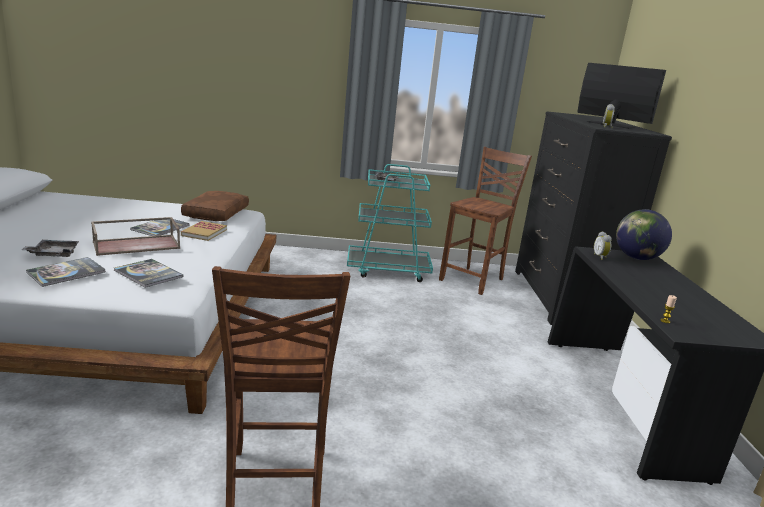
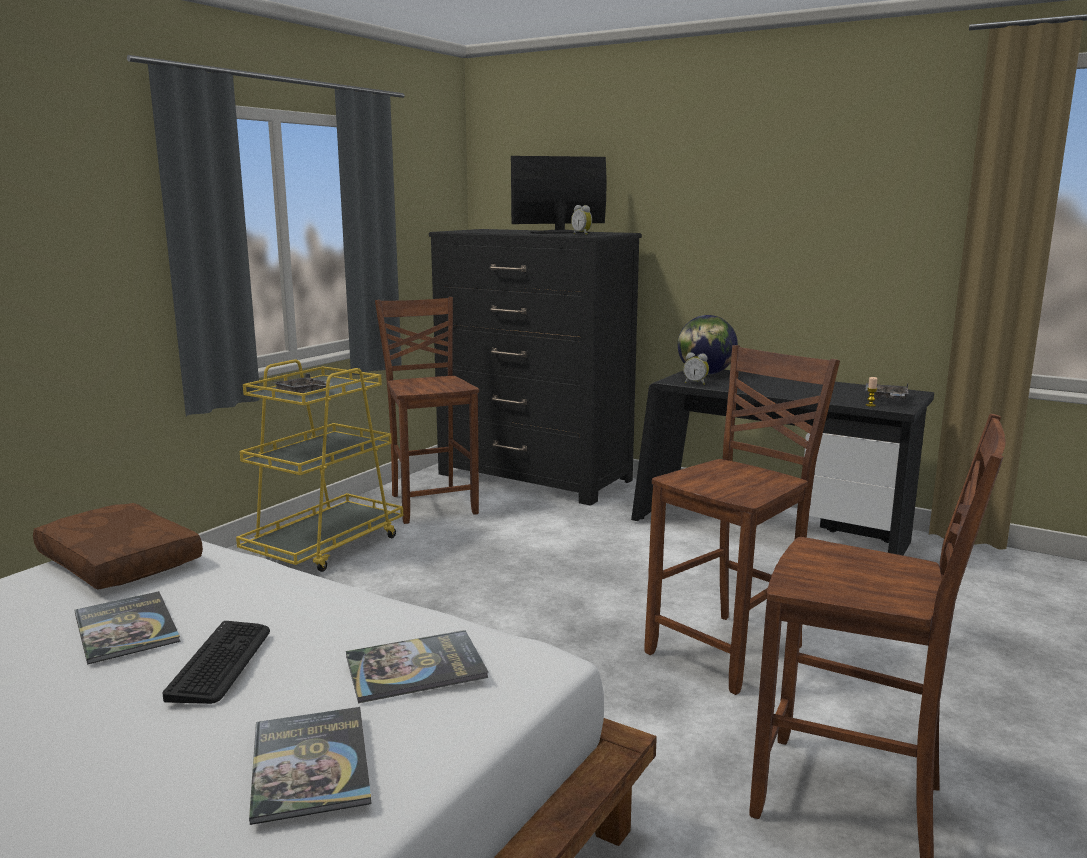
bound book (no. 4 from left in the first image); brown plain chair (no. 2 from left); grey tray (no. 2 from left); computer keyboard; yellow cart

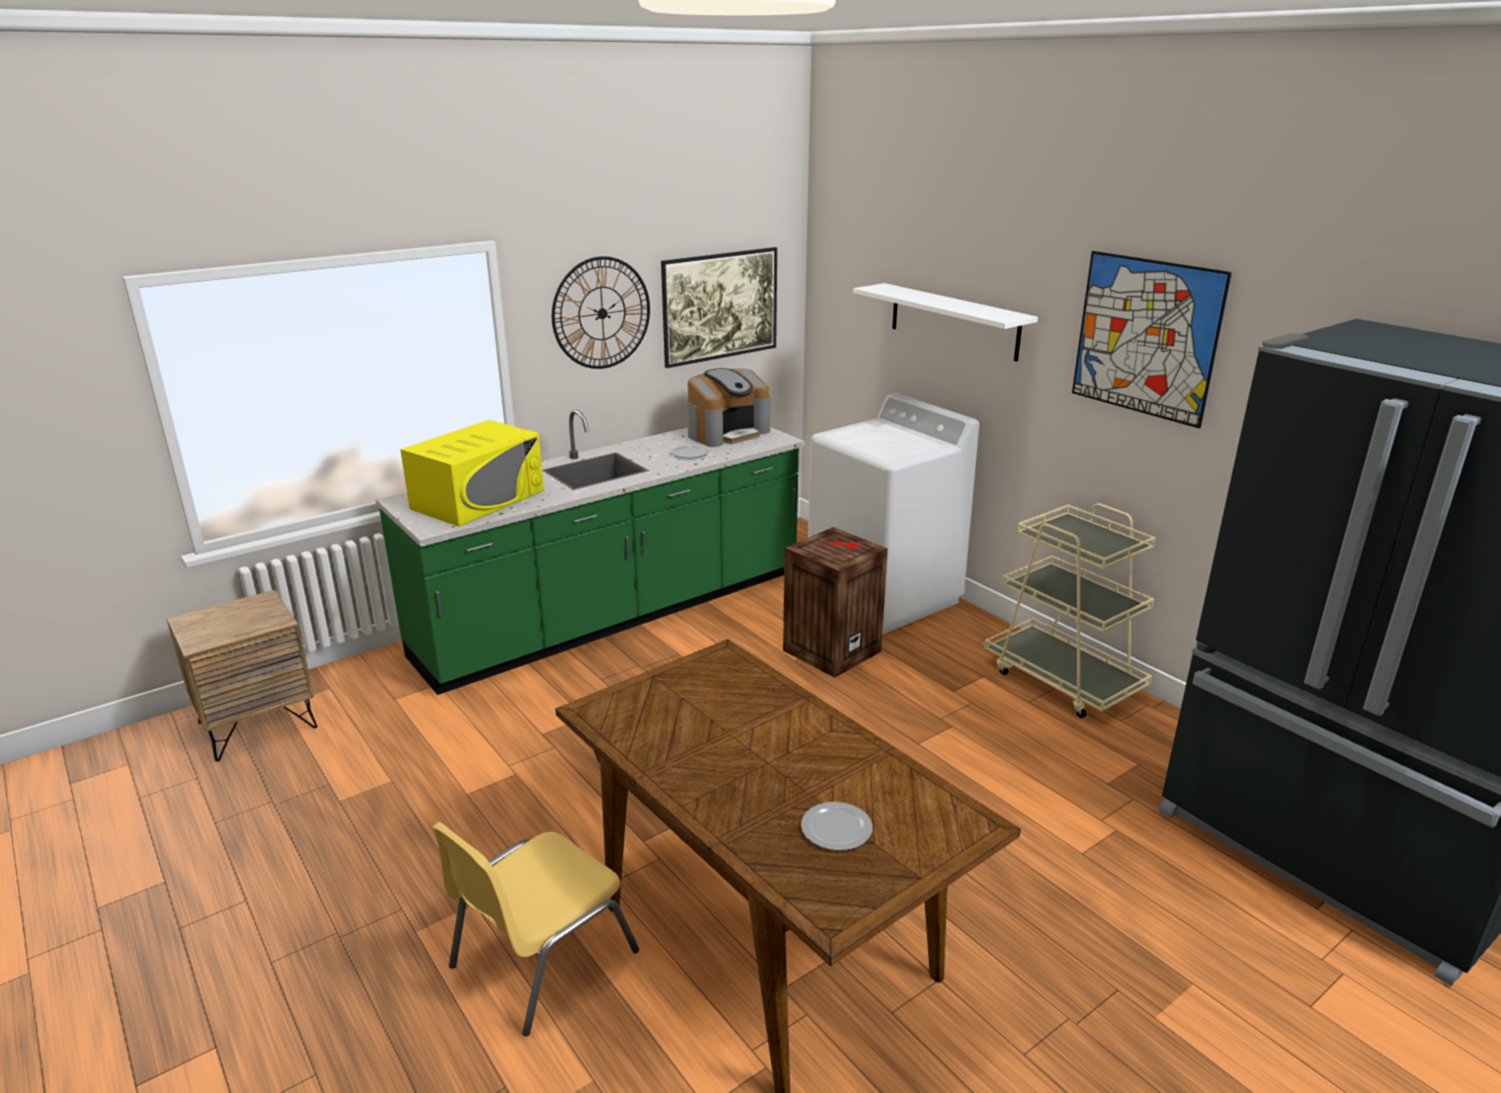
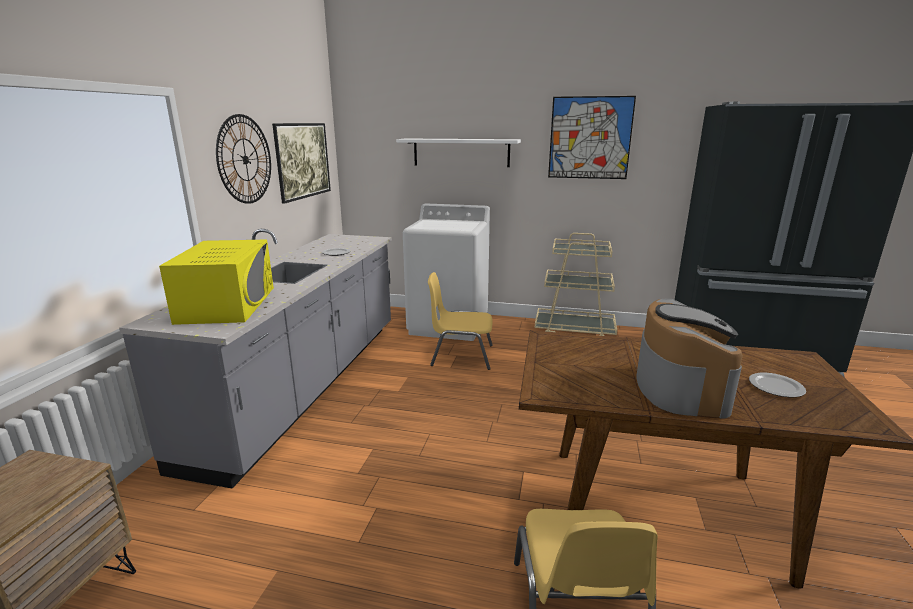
coffee machine; yellow plain chair (no. 1 from left); grey kitchen base unit

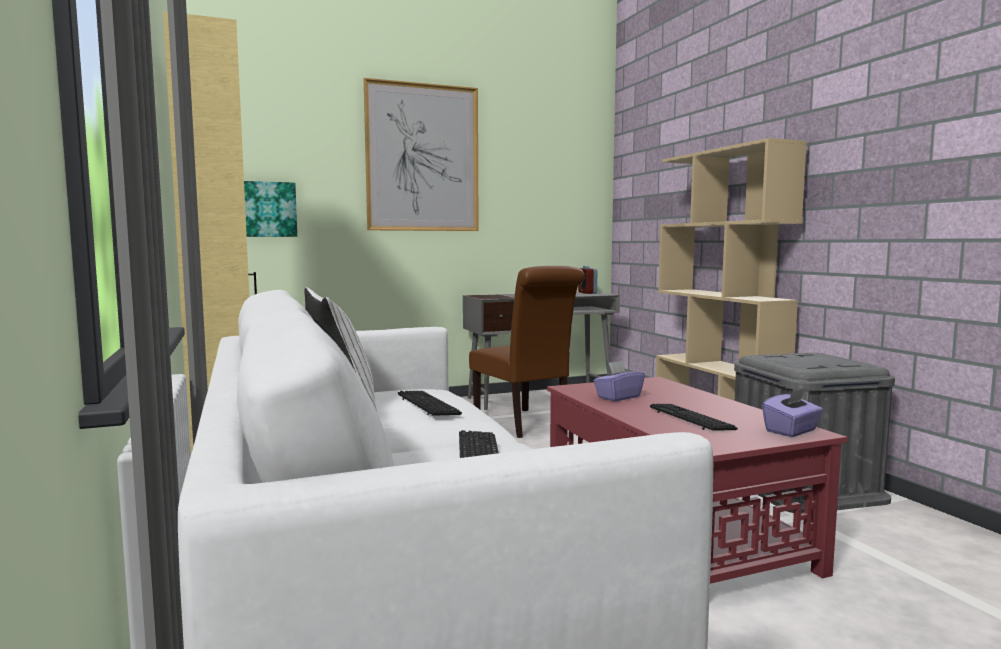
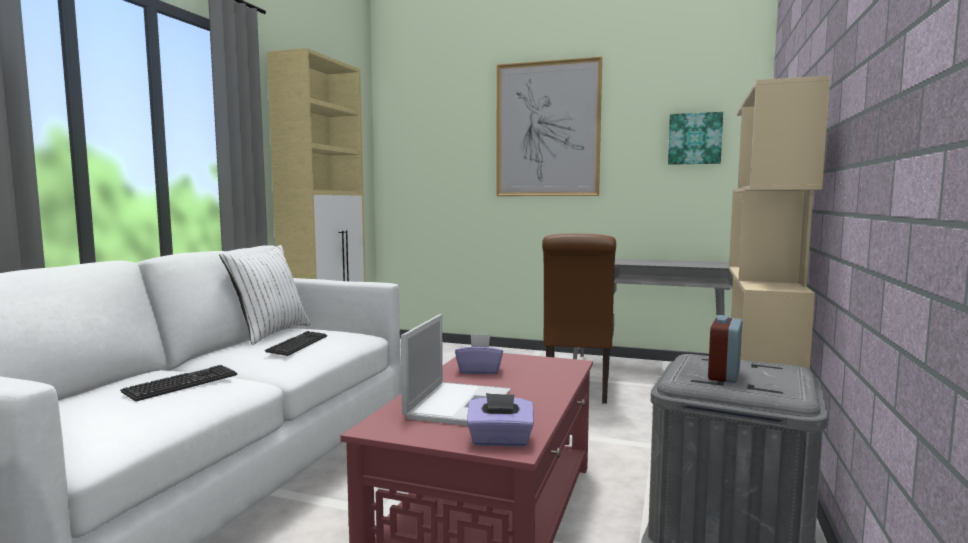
picture (no. 2 from left); bedside clock; portable computer

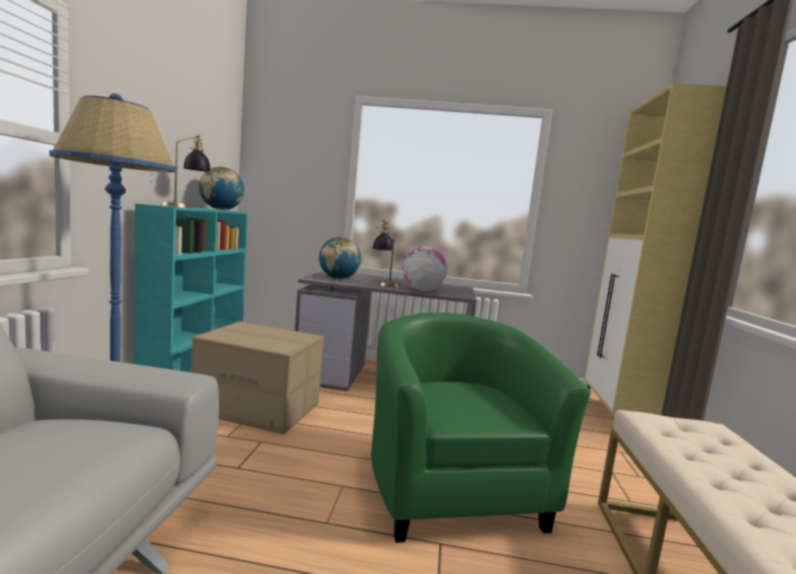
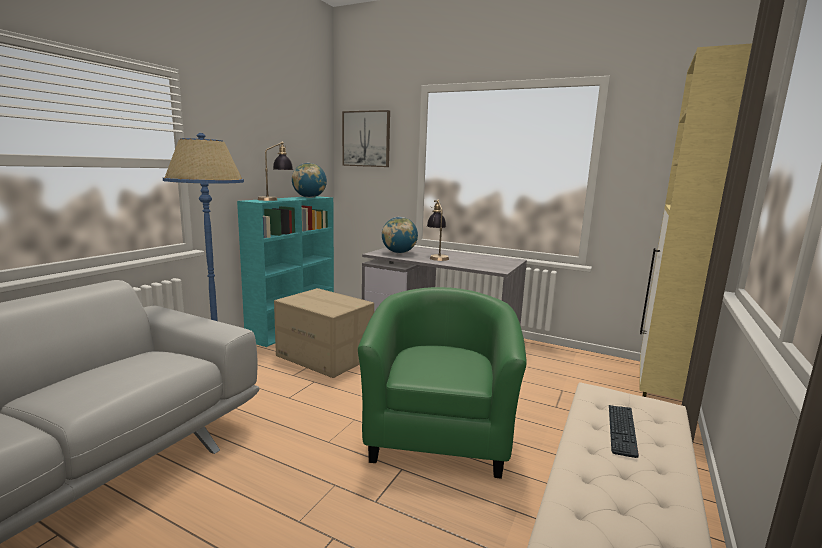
globe (no. 3 from left in the first image); picture; computer keyboard

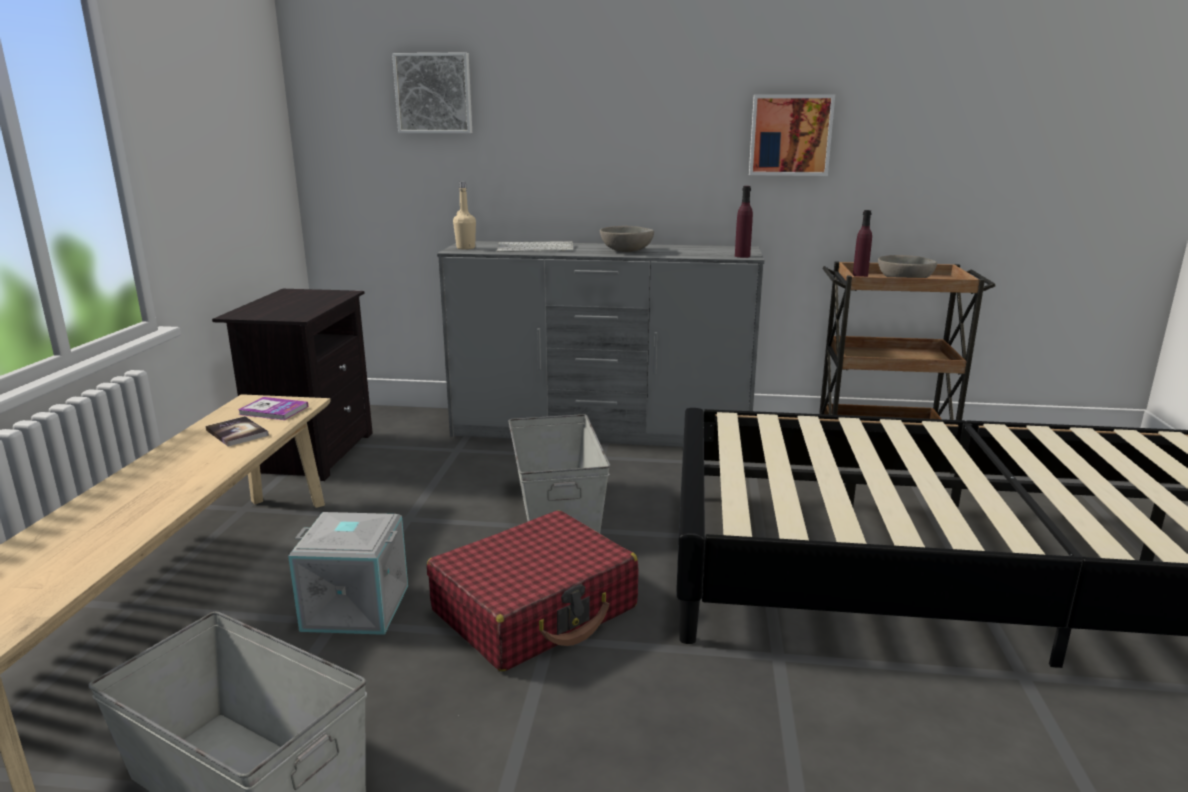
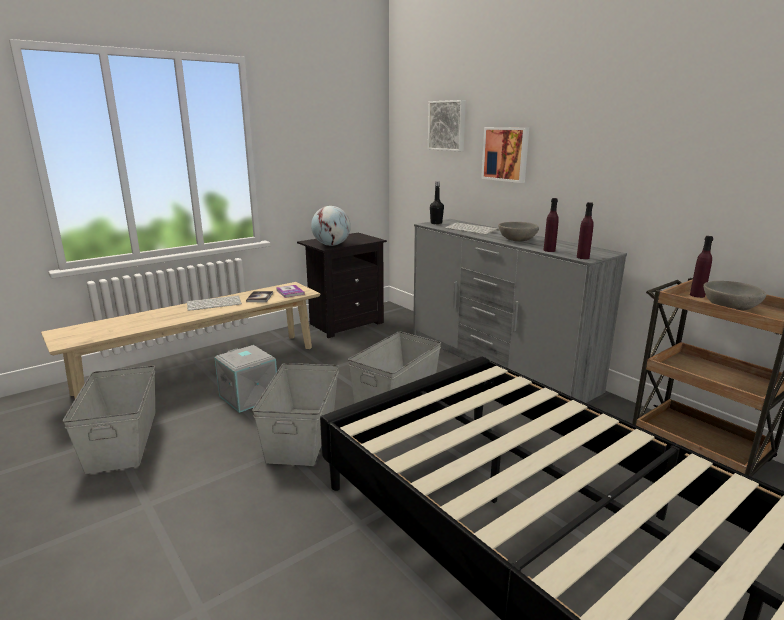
computer keyboard (no. 1 from left); globe; purple-coloured bottle (no. 1 from left); picture (no. 2 from left); grey storage bin (no. 3 from left); black bottle

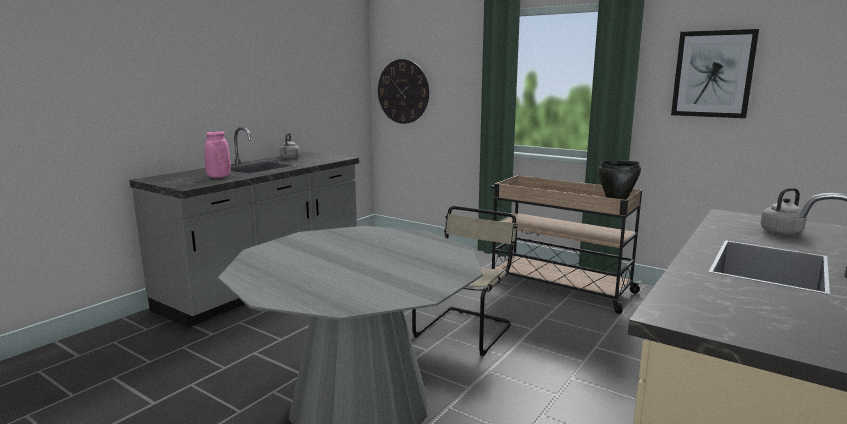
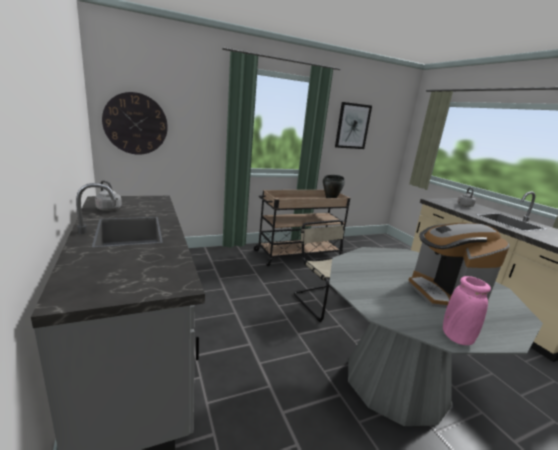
coffee machine; pinkish decorative vase

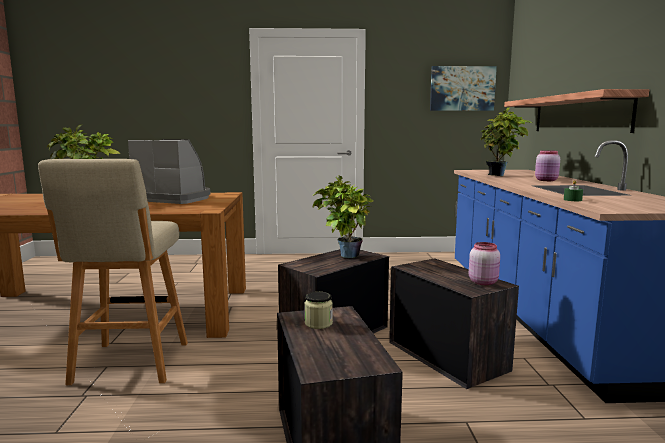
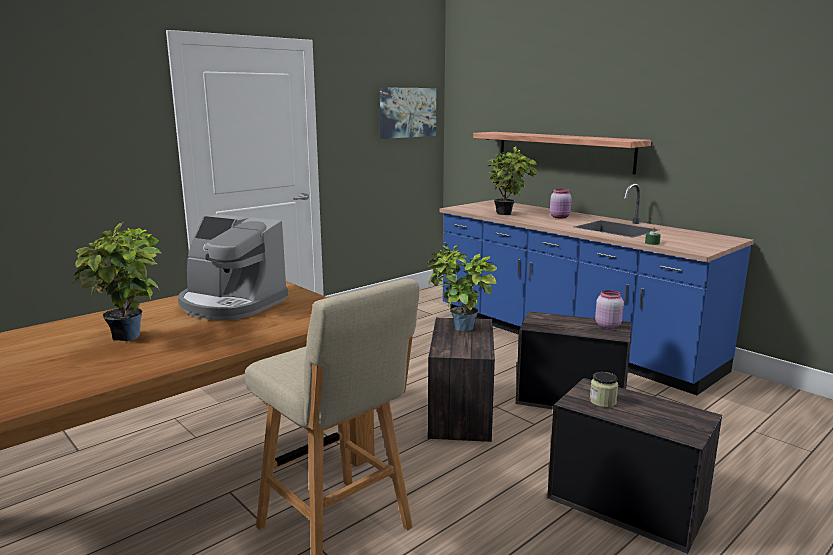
coffee machine

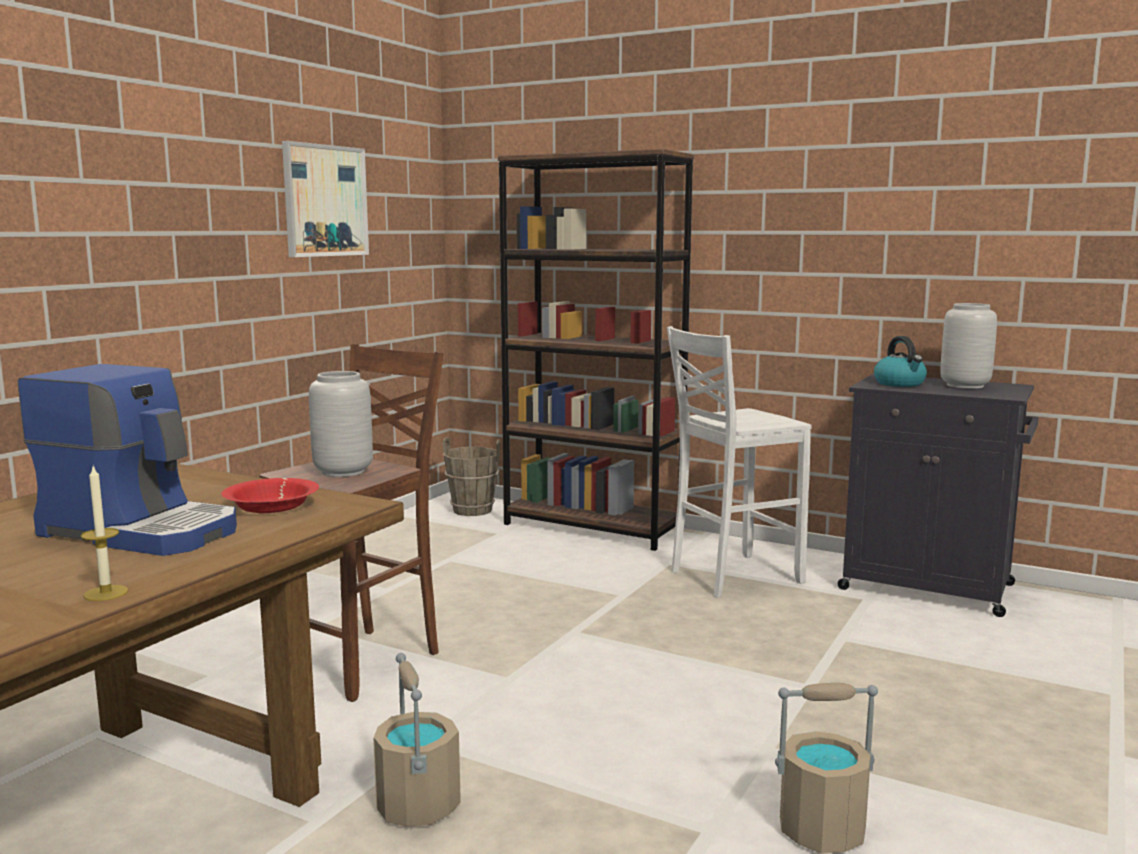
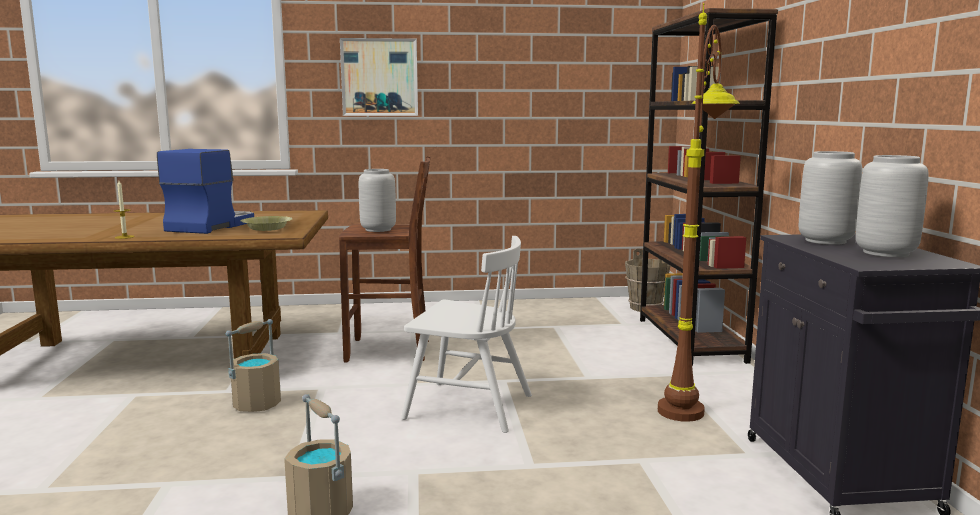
white plain chair; picture; brown floor lamp; grey decorative vase (no. 2 from left); yellow serving bowl; coffee machine

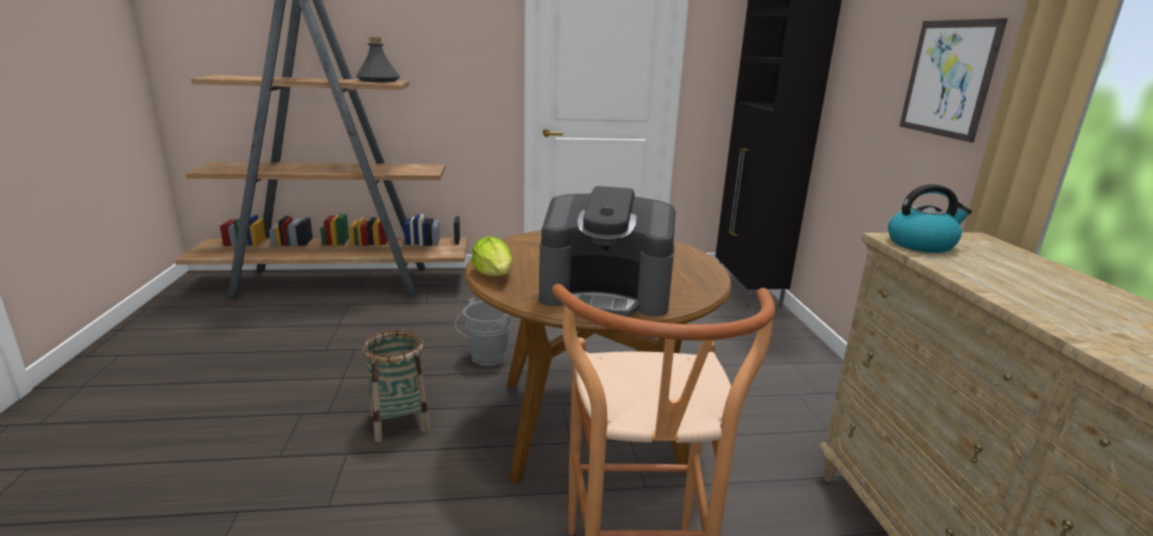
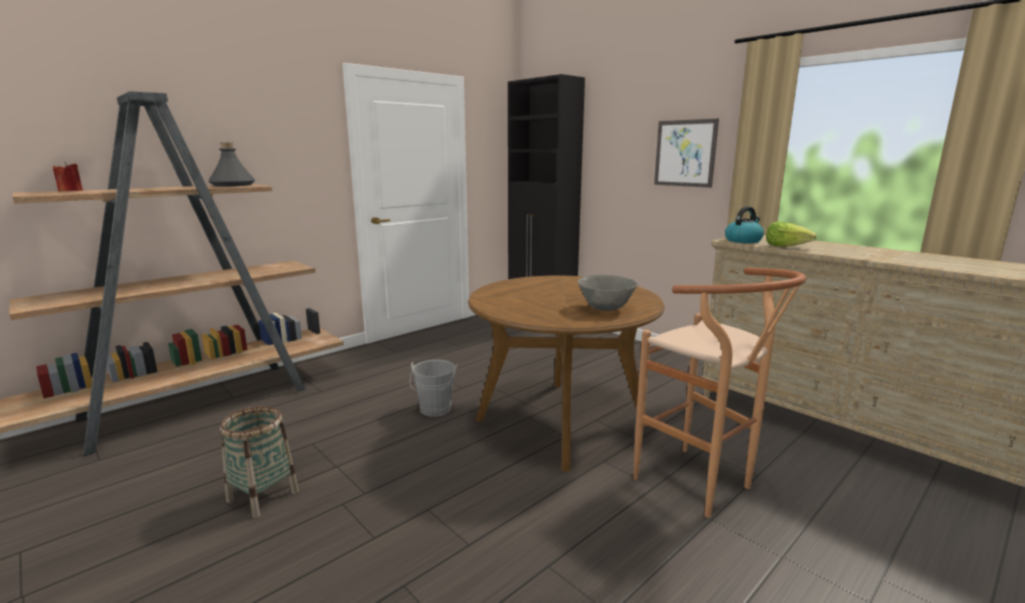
red-coloured candle; basket; lettuce head; grey serving bowl

